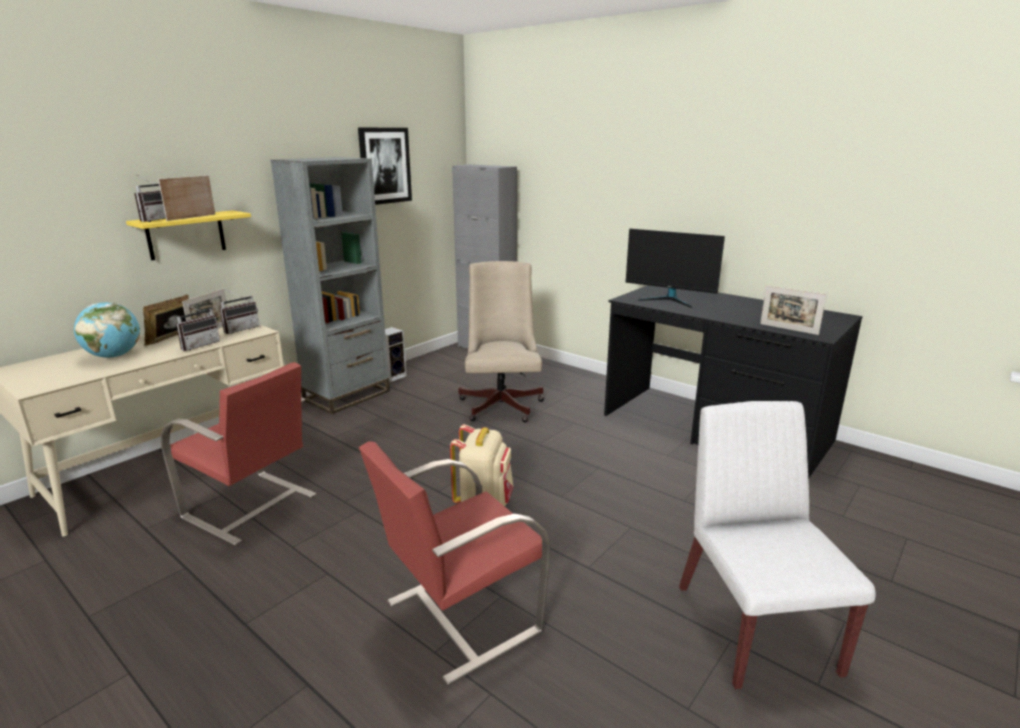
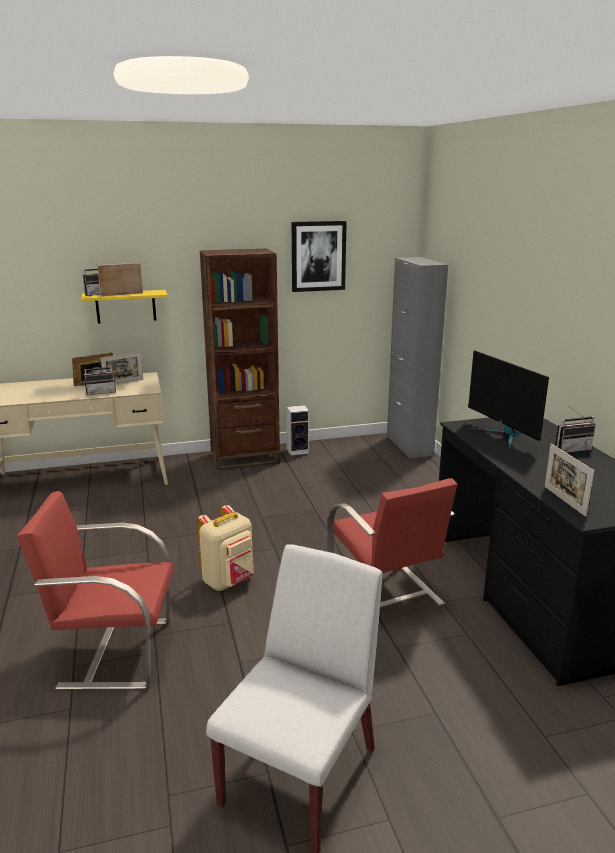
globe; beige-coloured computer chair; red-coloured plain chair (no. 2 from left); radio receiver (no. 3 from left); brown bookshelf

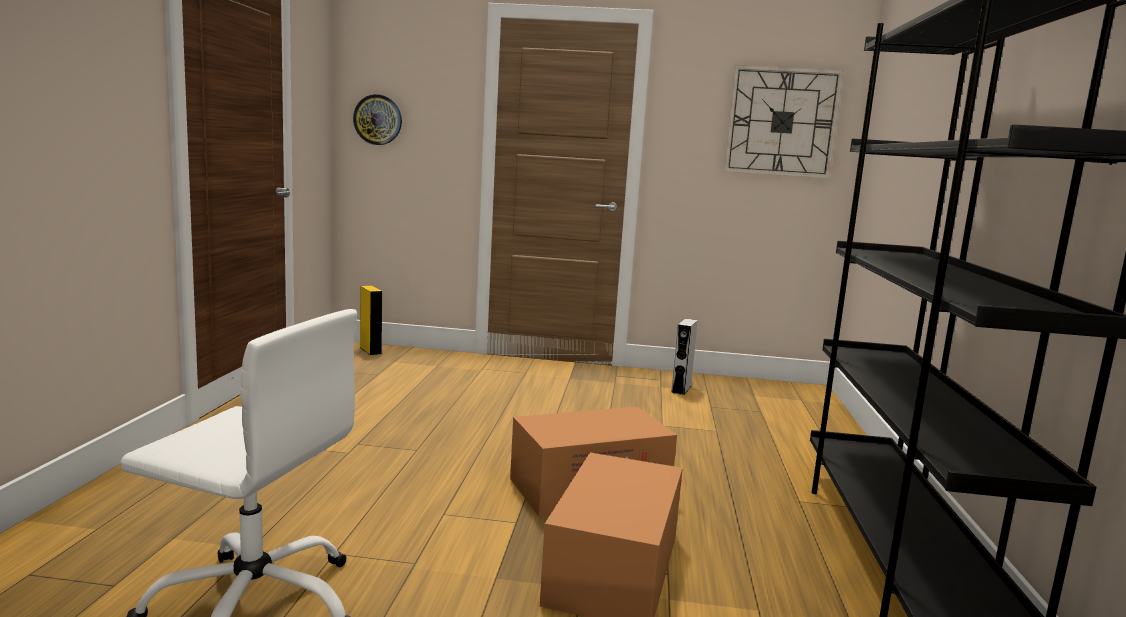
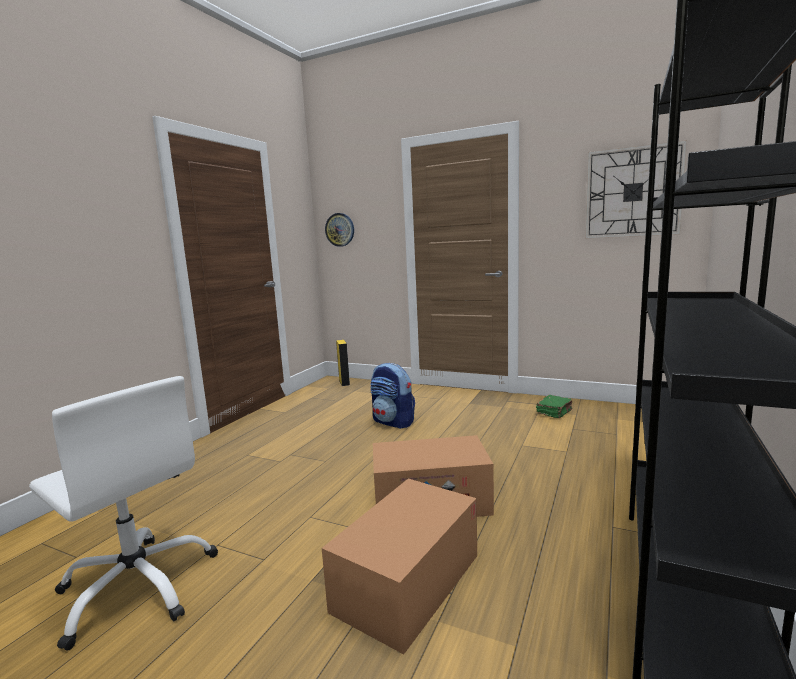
rucksack; green bound book

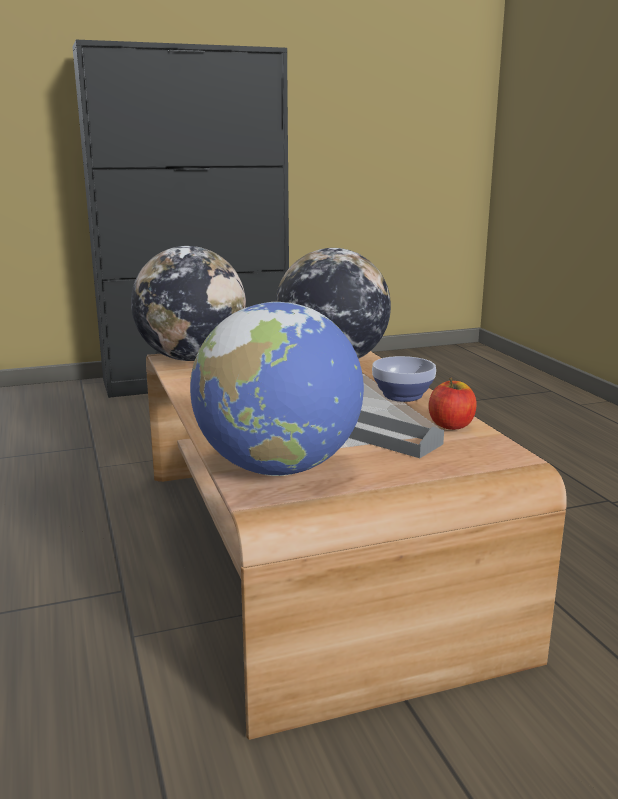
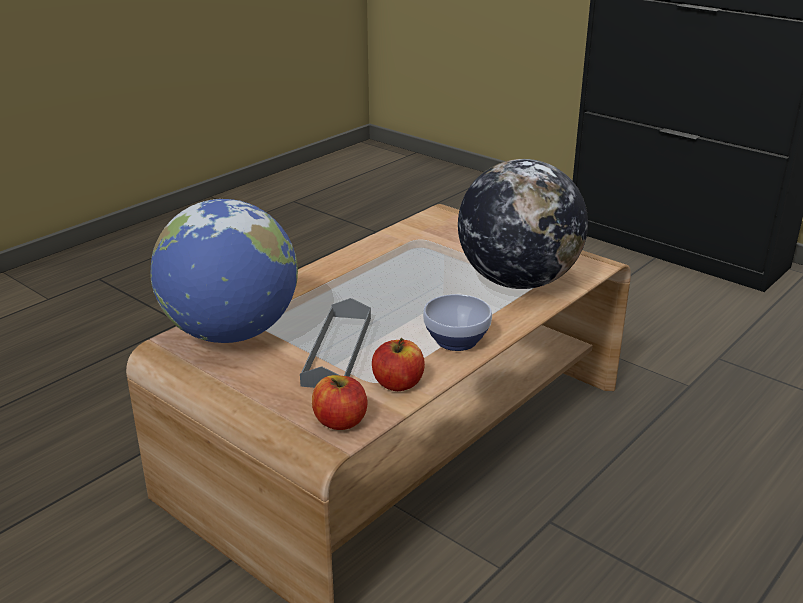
globe (no. 1 from left in the first image); whole apple (no. 1 from left)

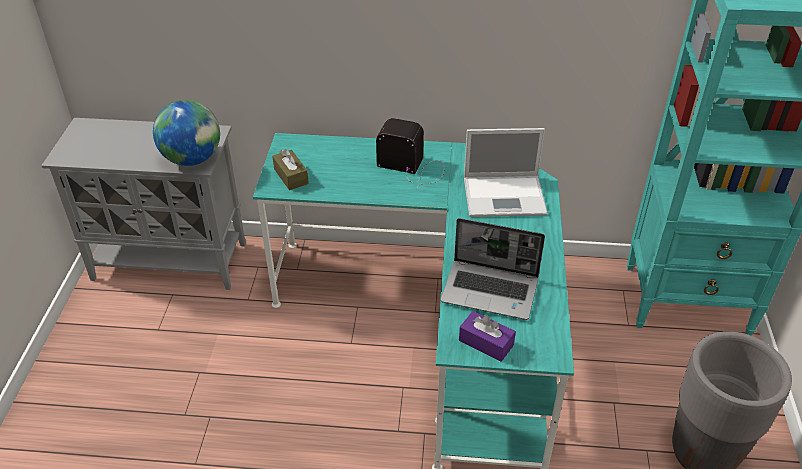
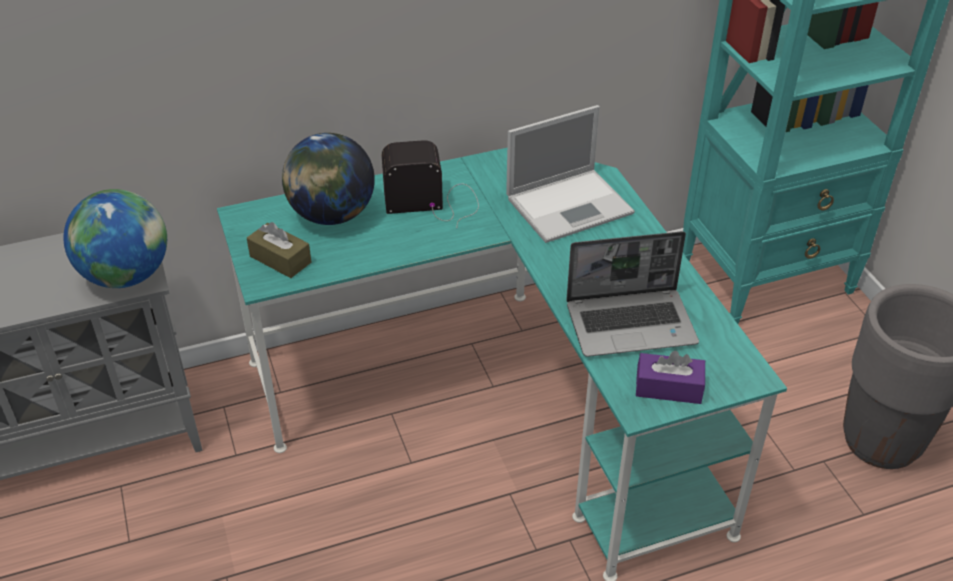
globe (no. 2 from left)

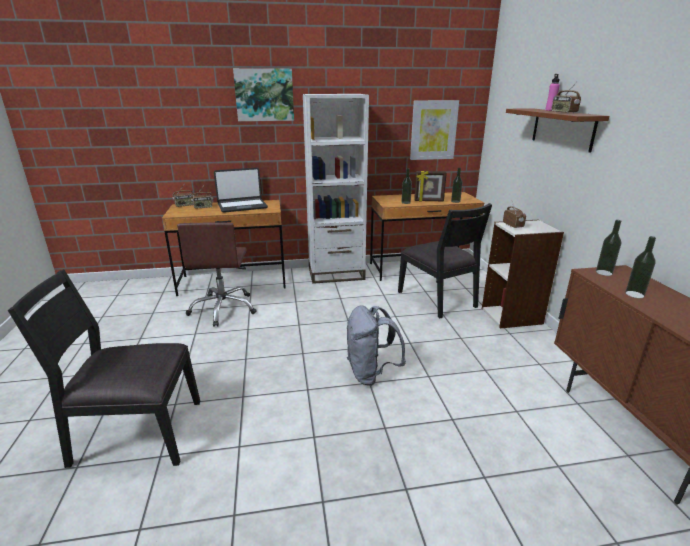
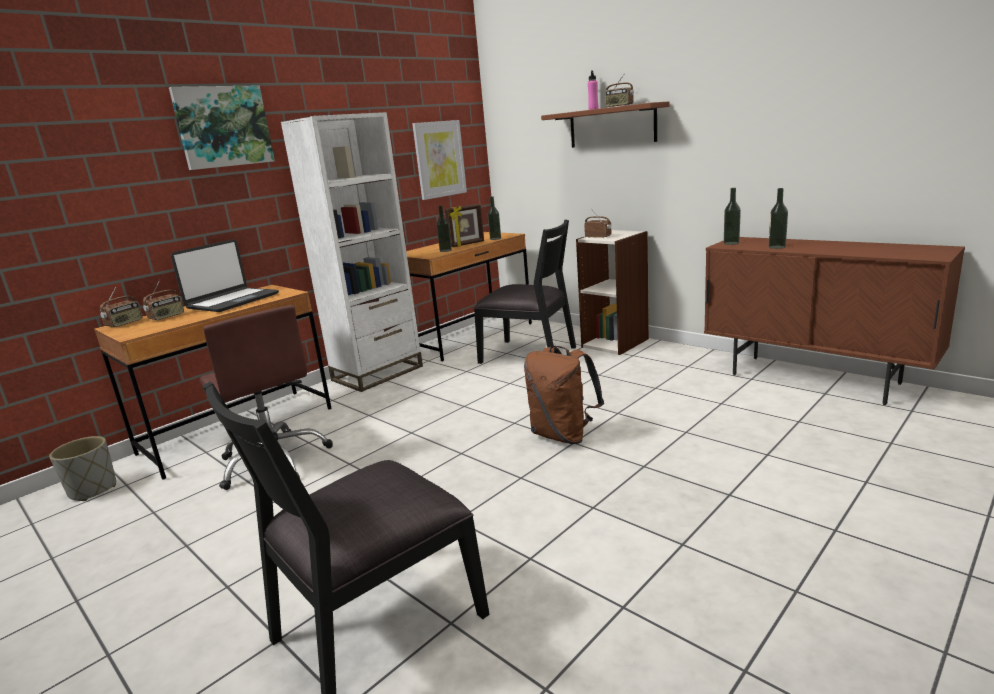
grey planter; brown rucksack

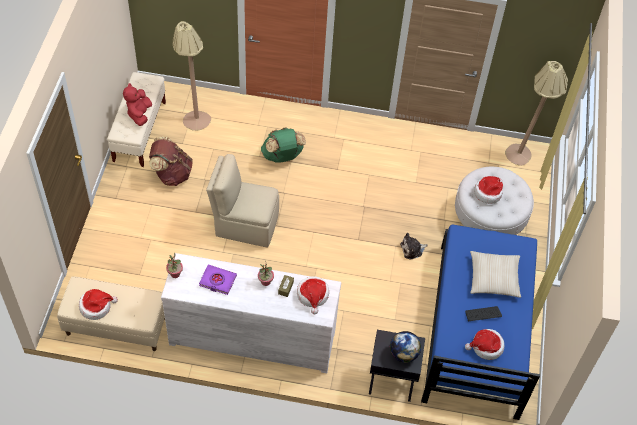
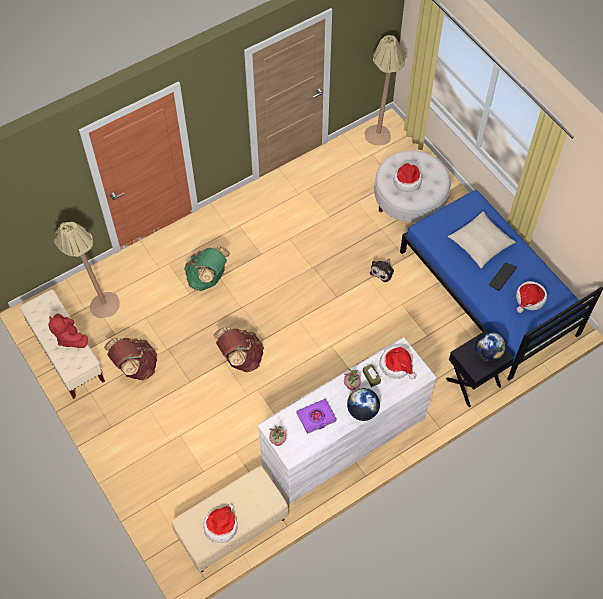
globe (no. 1 from left); brown rucksack (no. 2 from left)

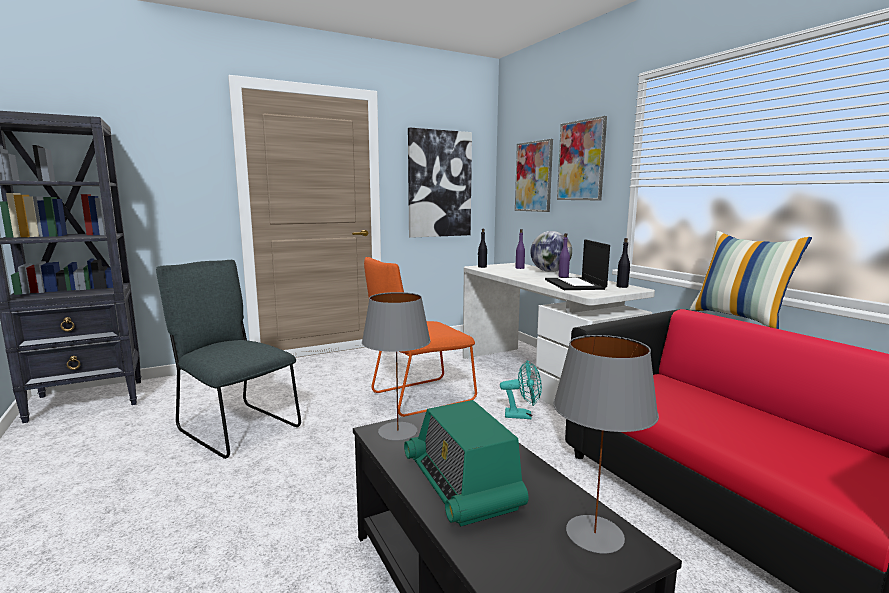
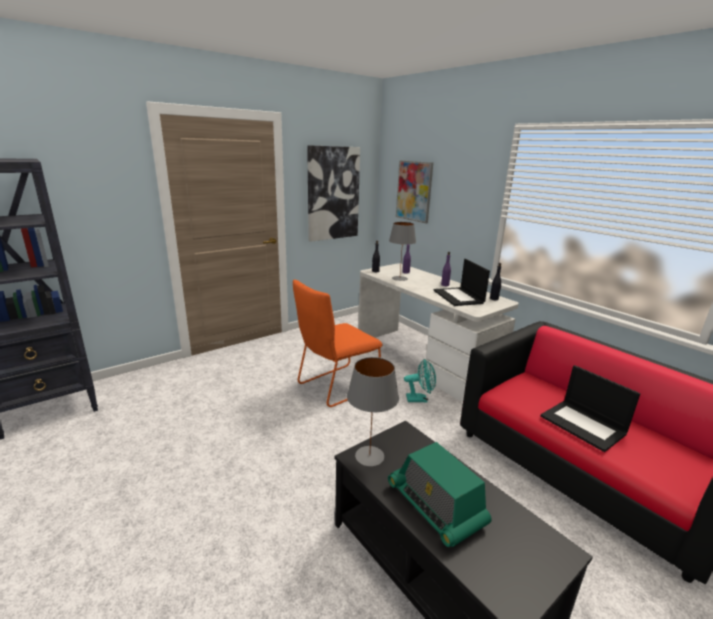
grey plain chair; globe; picture (no. 3 from left in the first image); throw pillow; portable computer (no. 2 from left); grey table lamp (no. 2 from left)

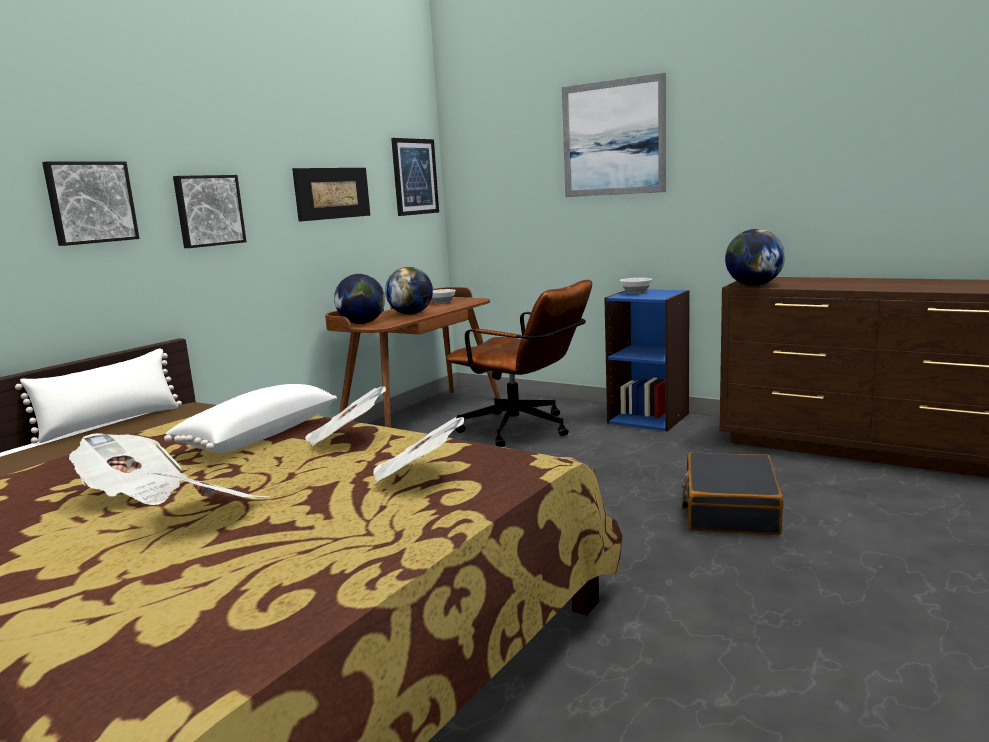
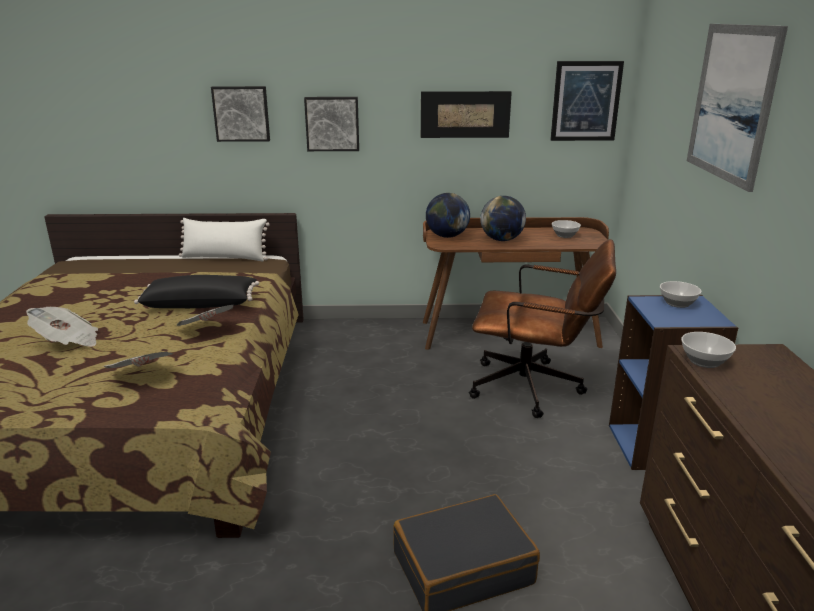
printed paper (no. 1 from left in the first image); serving bowl (no. 3 from left); black throw pillow; brown computer chair

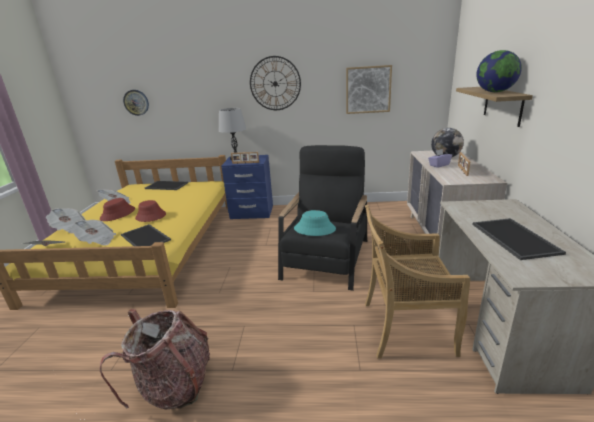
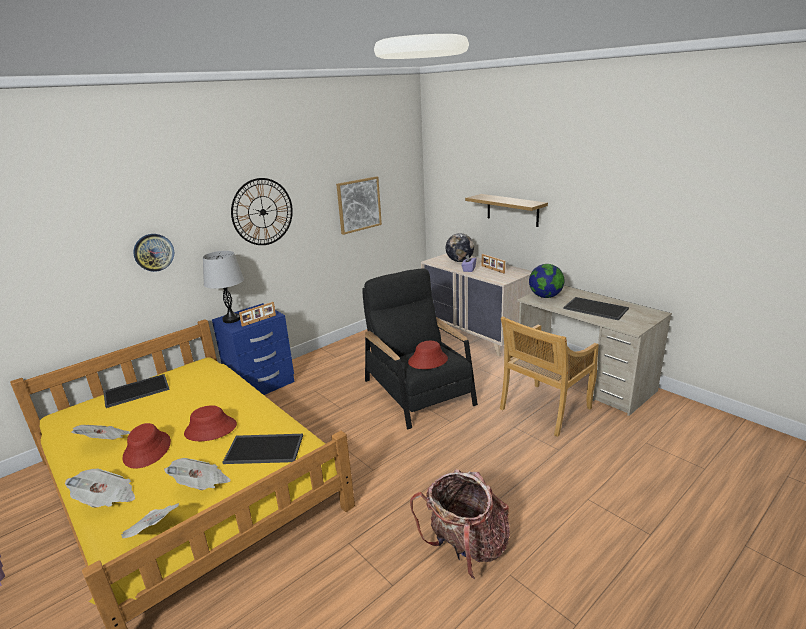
clock on the wall (no. 1 from left); globe (no. 2 from left); red-coloured hat (no. 3 from left)

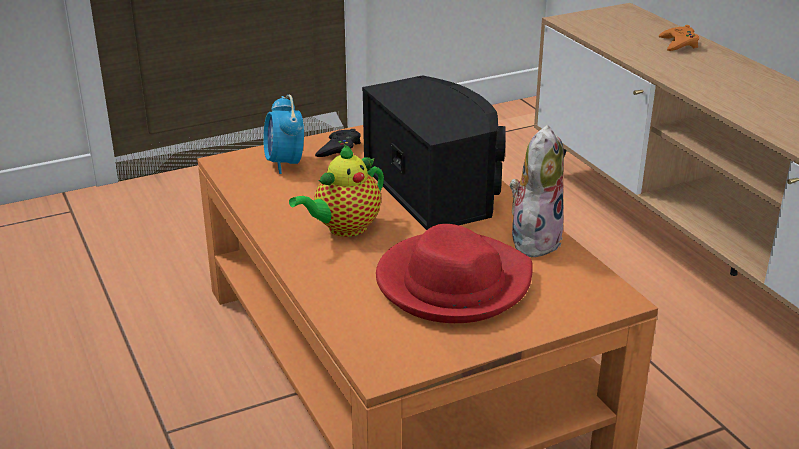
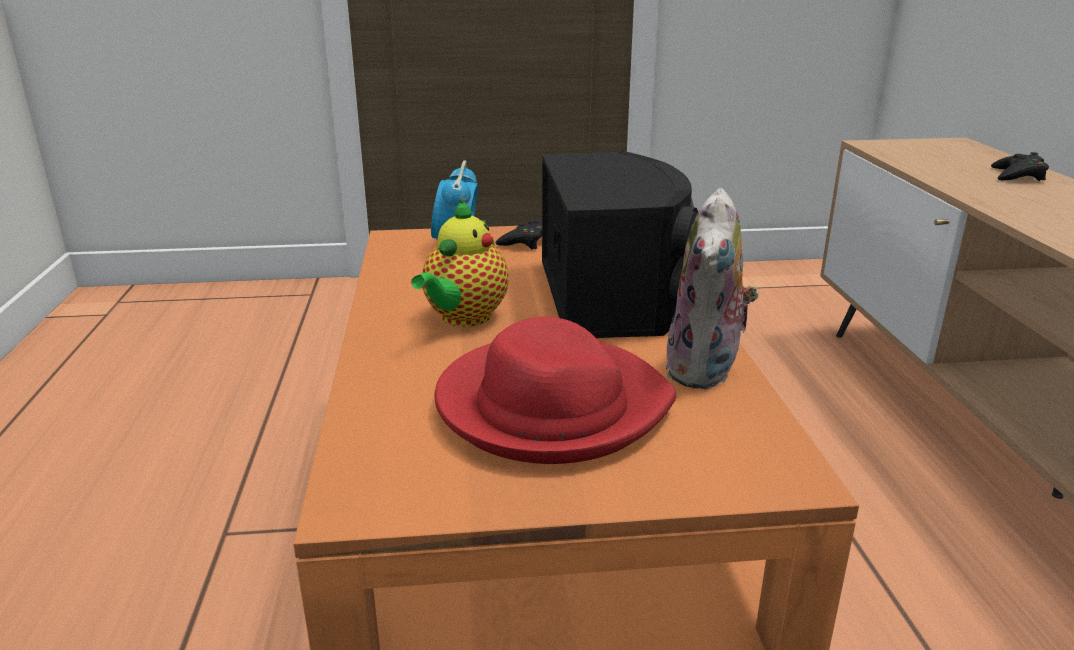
black game controller (no. 2 from left); tea pot; plush toy

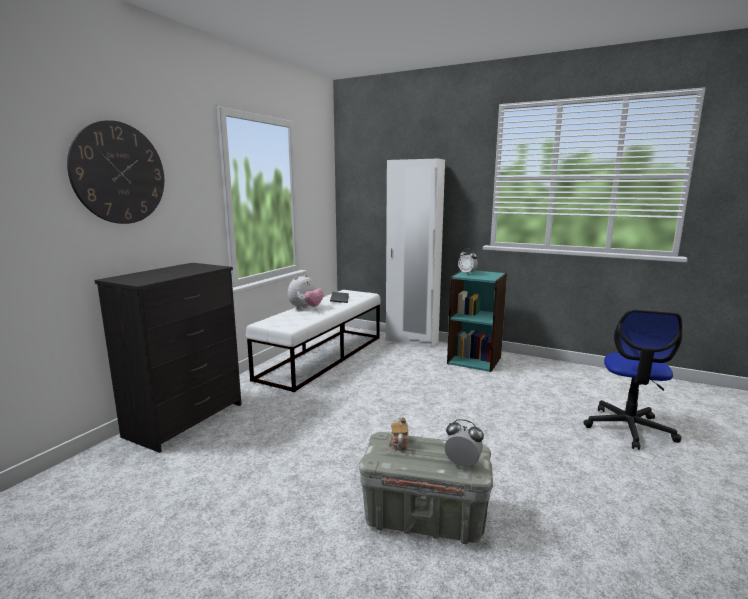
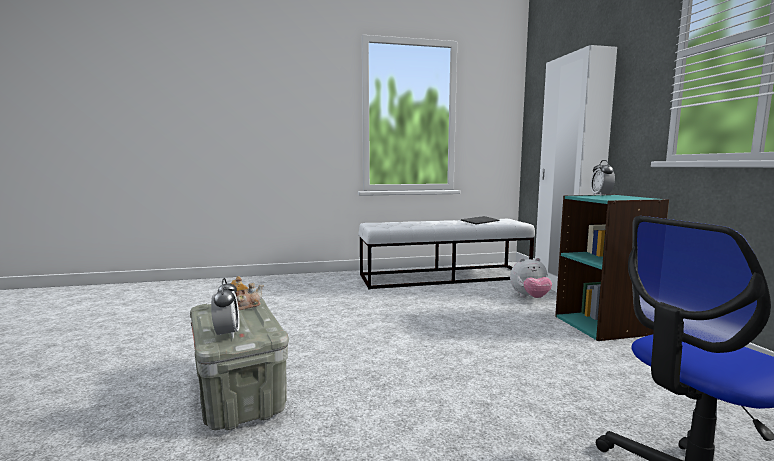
clock on the wall; black dresser; plush toy

